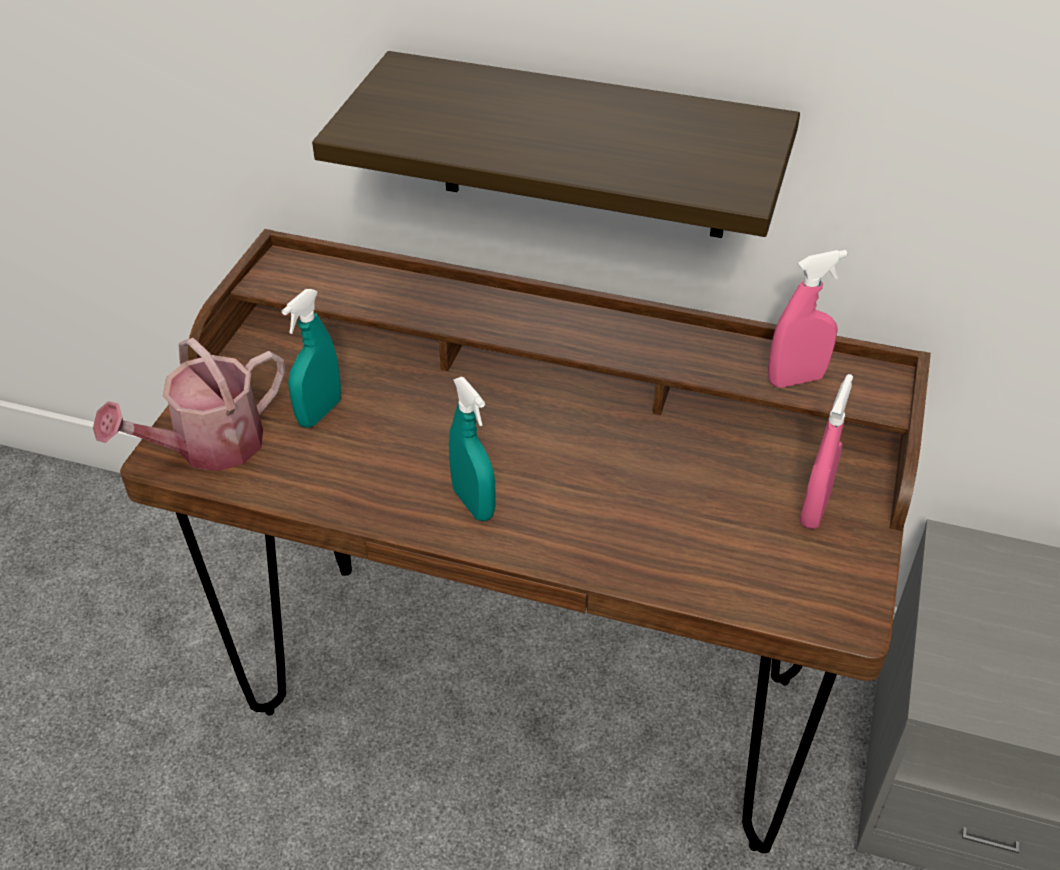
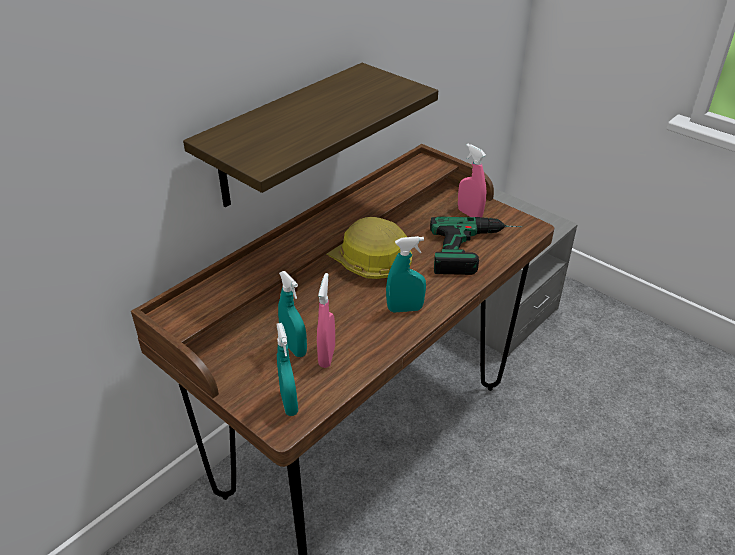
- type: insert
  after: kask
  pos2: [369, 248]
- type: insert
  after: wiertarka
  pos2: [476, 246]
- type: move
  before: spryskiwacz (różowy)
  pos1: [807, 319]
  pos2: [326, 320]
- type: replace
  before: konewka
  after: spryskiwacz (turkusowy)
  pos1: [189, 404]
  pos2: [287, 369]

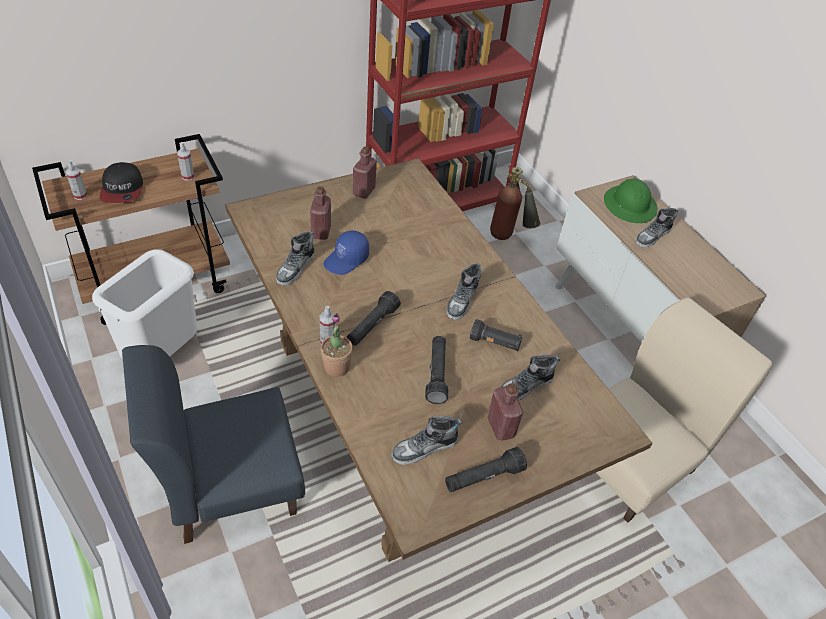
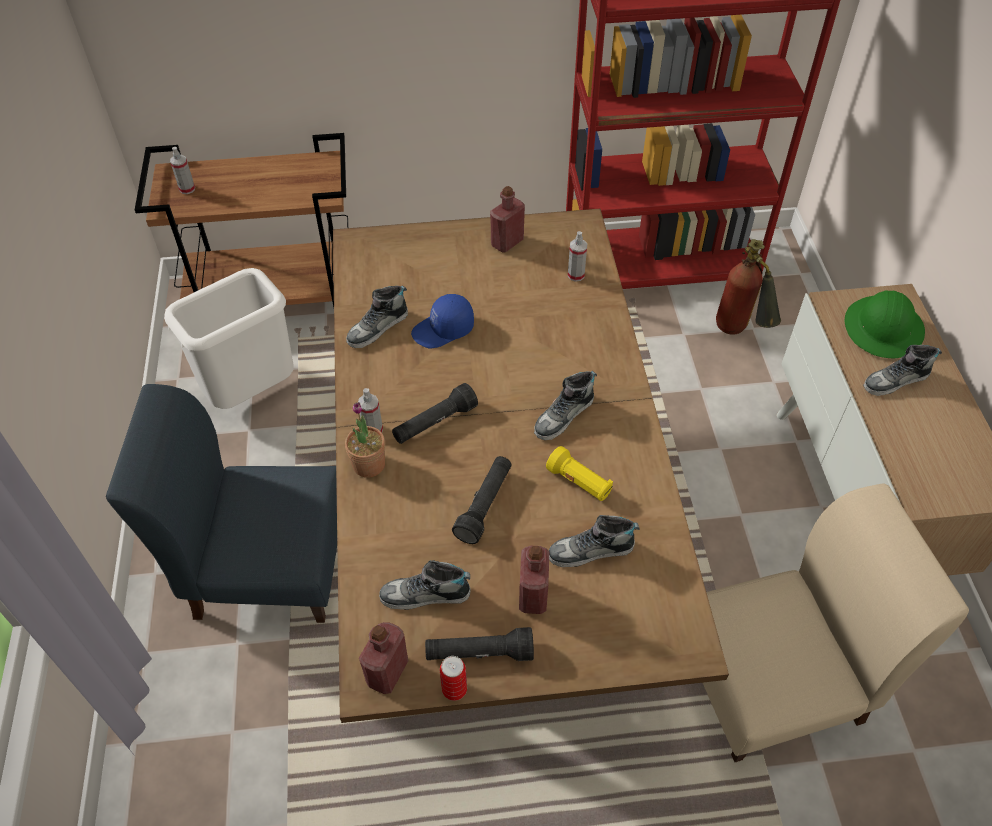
- type: delete
  before: czapka z daszkiem
  pos1: [121, 182]
- type: insert
  after: puszka
  pos2: [453, 678]
- type: move
  before: spryskiwacz
  pos1: [185, 161]
  pos2: [577, 256]
- type: move
  before: butelka (czerwony)
  pos1: [320, 213]
  pos2: [383, 658]
- type: recolor
  before: latarka (czarny)
  after: latarka (żółty)
  pos1: [496, 335]
  pos2: [579, 473]

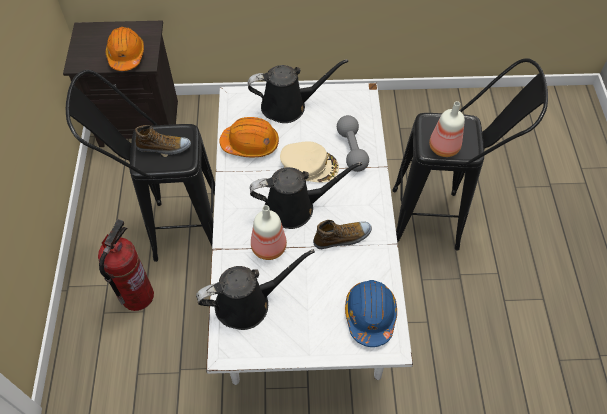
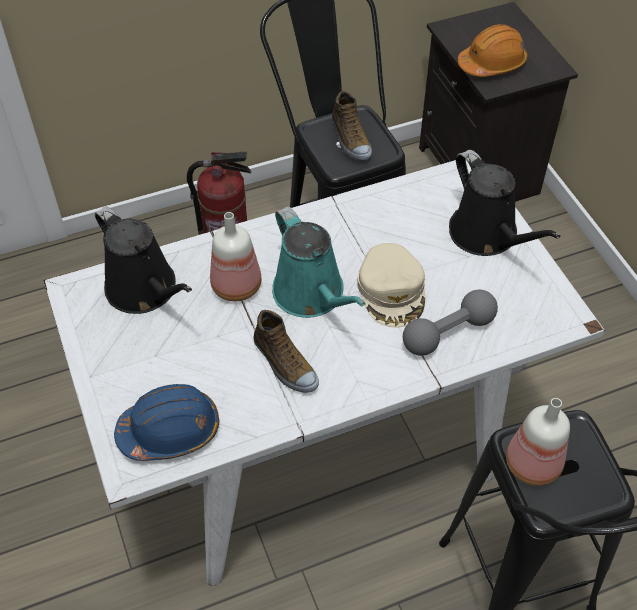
- type: delete
  before: kask (pomarańczowy)
  pos1: [249, 137]
- type: recolor
  before: konewka (czarny)
  after: konewka (turkusowy)
  pos1: [306, 195]
  pos2: [319, 262]

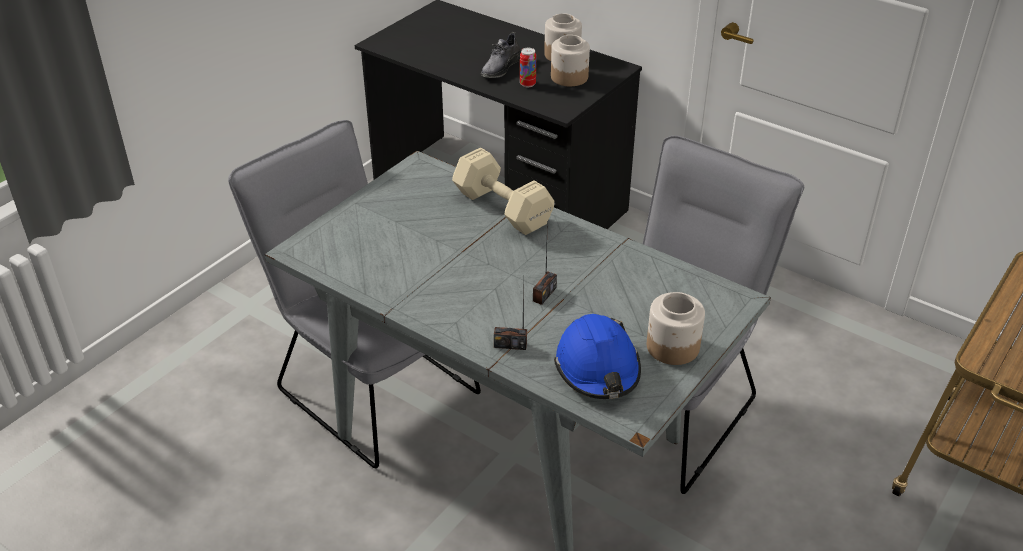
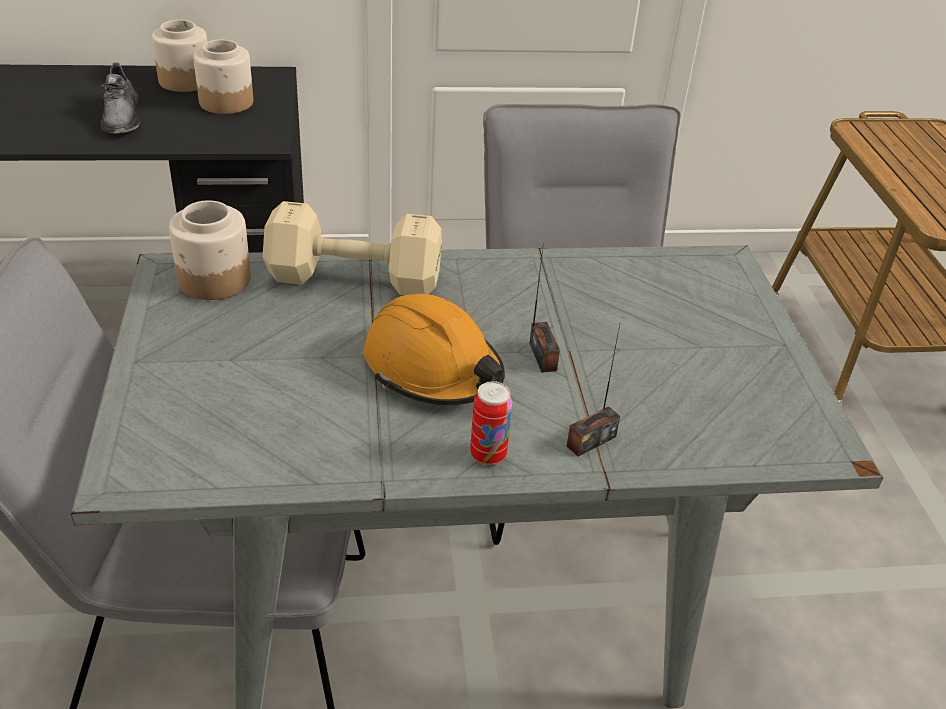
- type: delete
  before: kask (niebieski)
  pos1: [597, 356]
- type: insert
  after: kask (pomarańczowy)
  pos2: [434, 349]
- type: move
  before: puszka
  pos1: [528, 68]
  pos2: [491, 423]
- type: move
  before: słoik
  pos1: [676, 328]
  pos2: [210, 250]

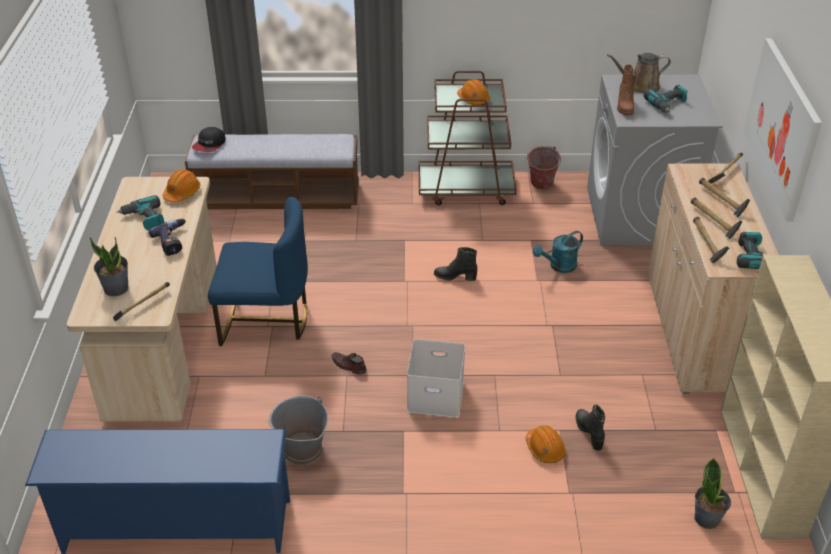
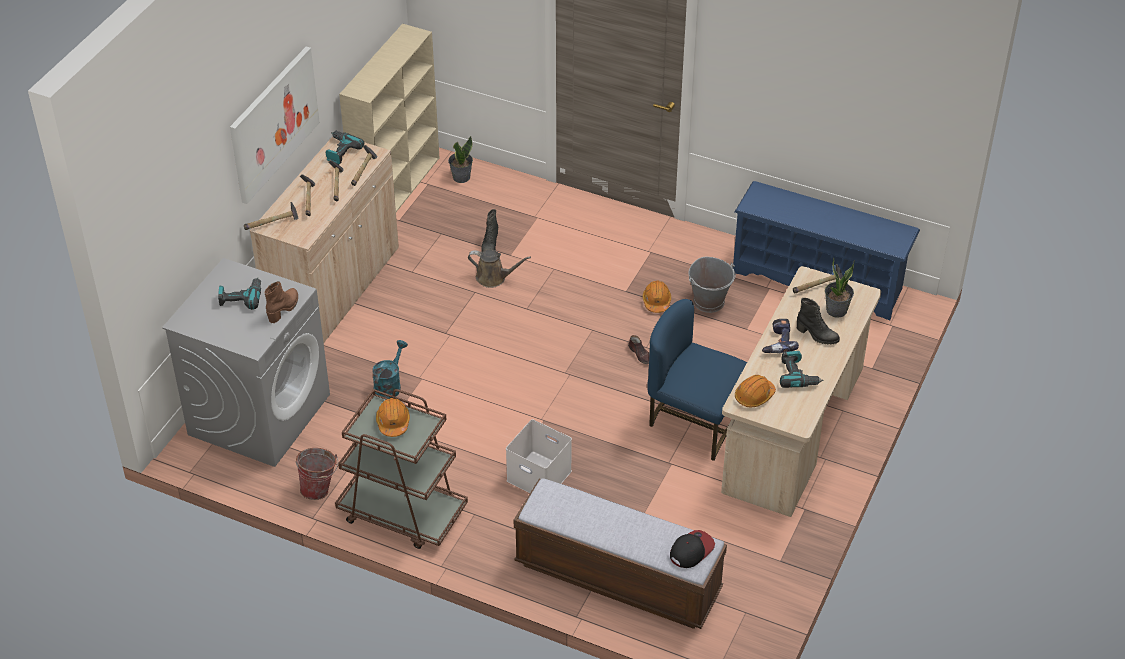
- type: move
  before: pojemnik do przechowywania (biały)
  pos1: [436, 378]
  pos2: [539, 456]
- type: move
  before: but z cholewką (czarny)
  pos1: [455, 264]
  pos2: [818, 321]
- type: move
  before: kask (pomarańczowy)
  pos1: [546, 444]
  pos2: [657, 297]
- type: move
  before: konewka (brązowy)
  pos1: [639, 73]
  pos2: [499, 268]
- type: rotate
  before: konewka (turkusowy)
  pos1: [558, 252]
  pos2: [389, 369]
  turn: -60

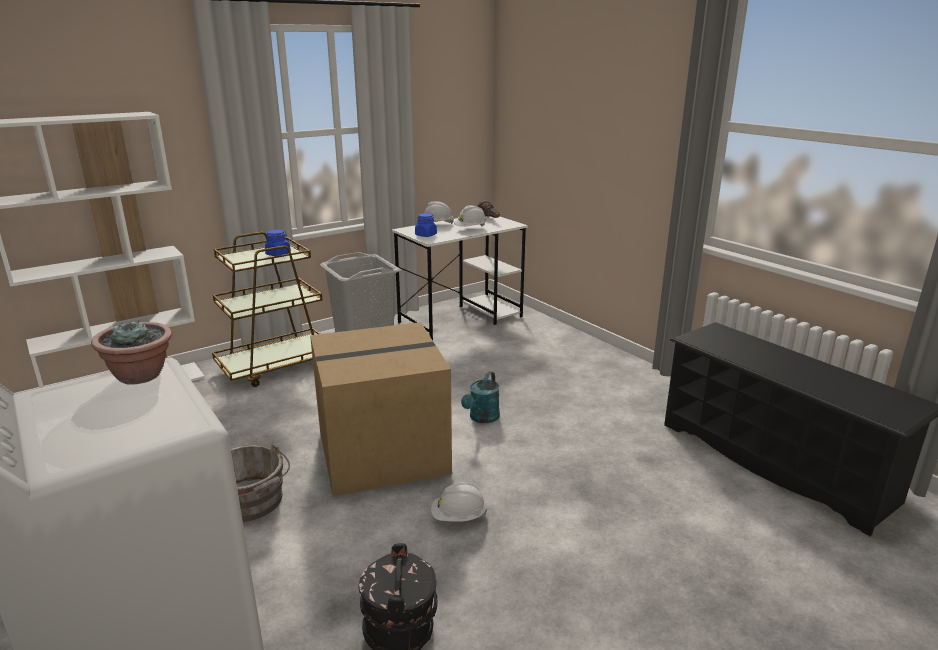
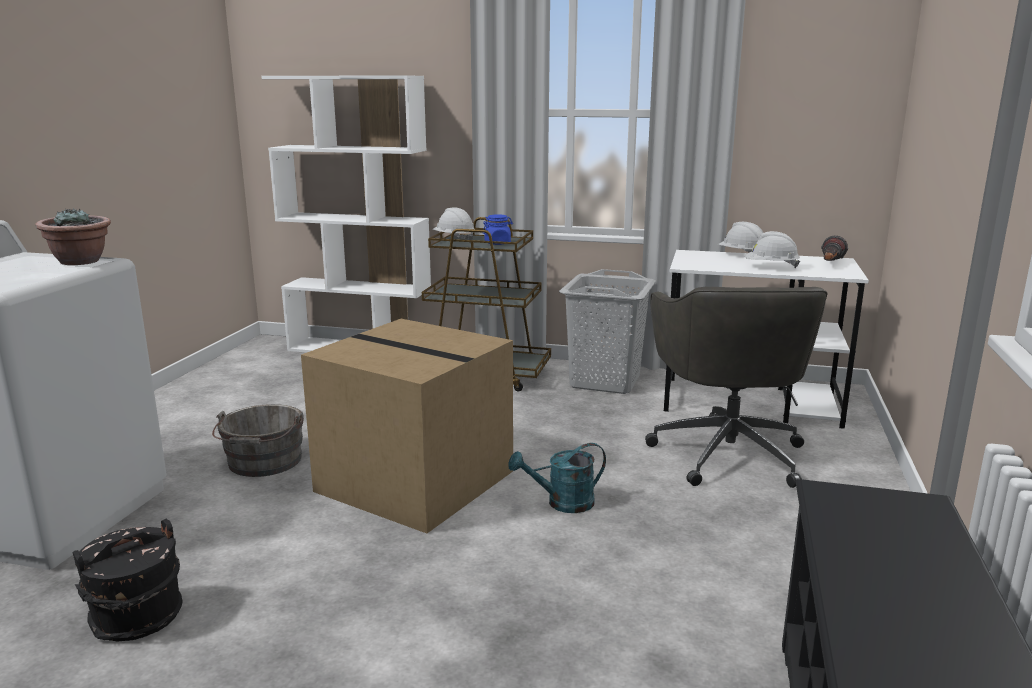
- type: delete
  before: słoik (niebieski)
  pos1: [426, 225]
- type: insert
  after: krzesło biurowe (szary)
  pos2: [736, 387]
- type: move
  before: kask (biały)
  pos1: [459, 502]
  pos2: [453, 223]

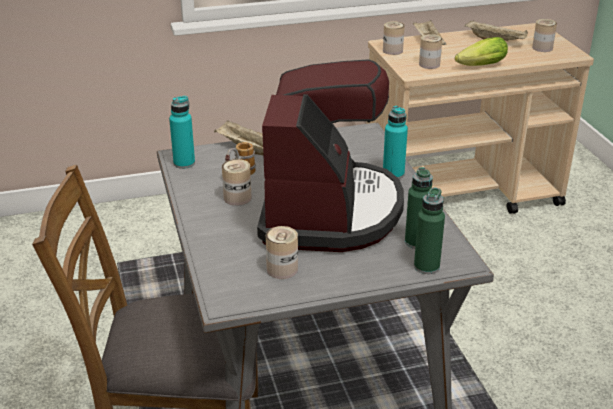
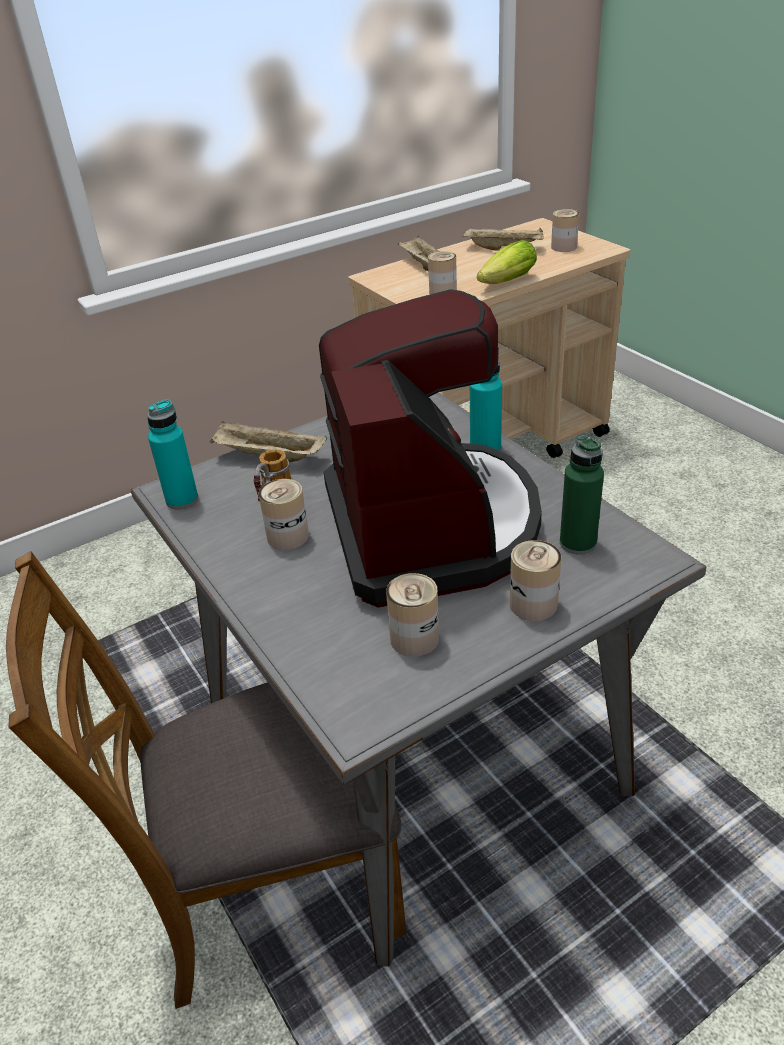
- type: delete
  before: butelka (zielony)
  pos1: [429, 230]
- type: move
  before: puszka
  pos1: [394, 38]
  pos2: [535, 580]

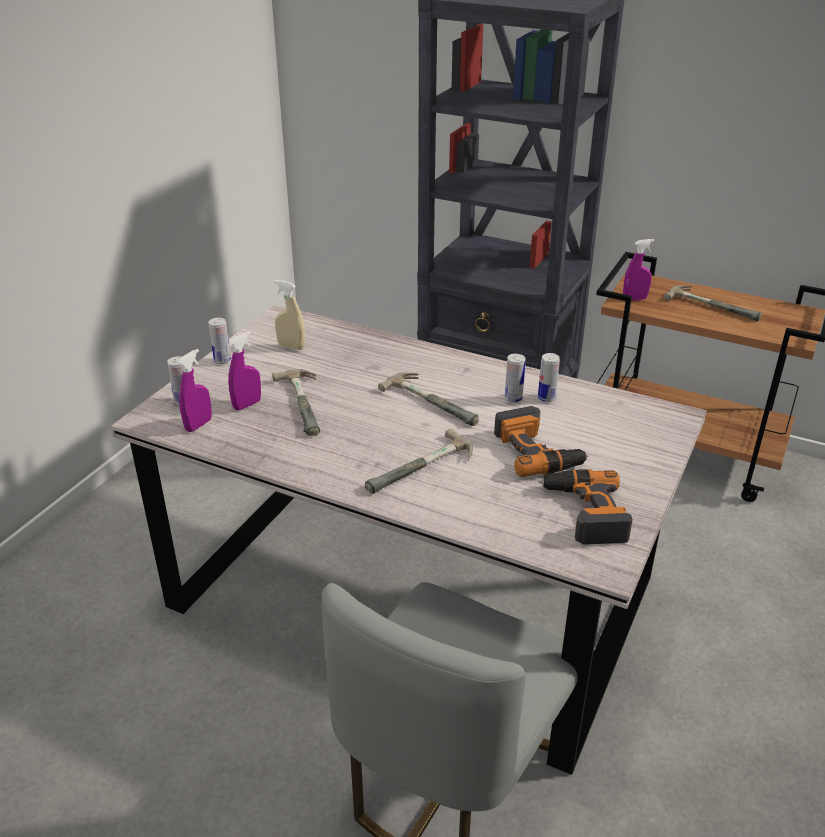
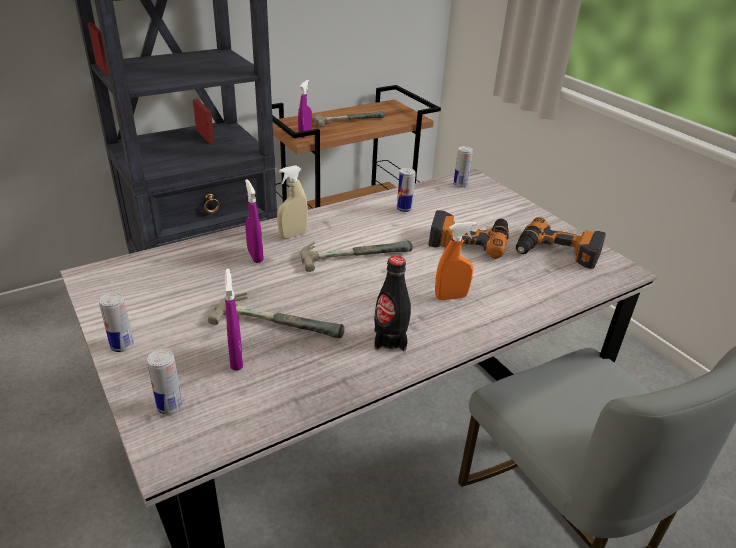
- type: insert
  after: butelka (czarny)
  pos2: [392, 303]
- type: move
  before: spryskiwacz (fioletowy)
  pos1: [195, 390]
  pos2: [254, 221]
- type: move
  before: spryskiwacz (beżowy)
  pos1: [289, 315]
  pos2: [292, 202]
- type: move
  before: puszka
  pos1: [515, 378]
  pos2: [463, 166]
- type: replace
  before: młotek
  after: spryskiwacz (pomarańczowy)
  pos1: [419, 461]
  pos2: [456, 261]

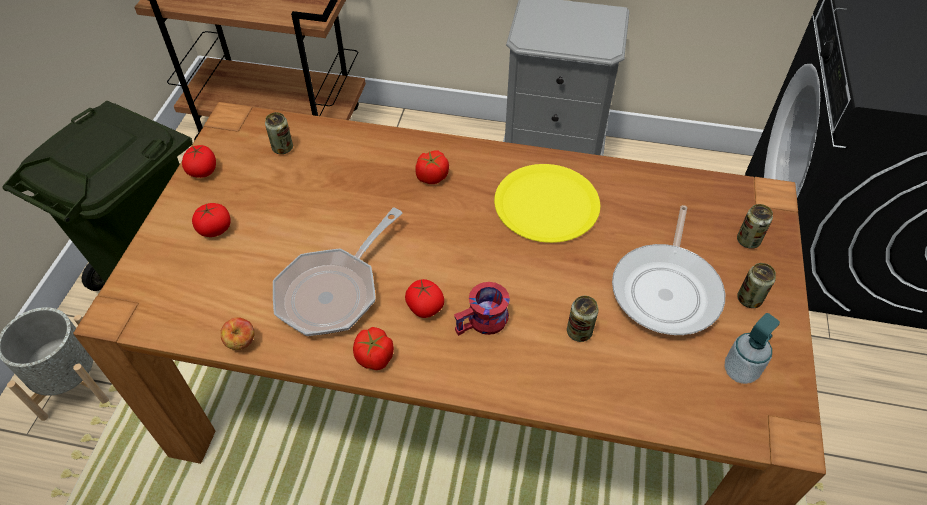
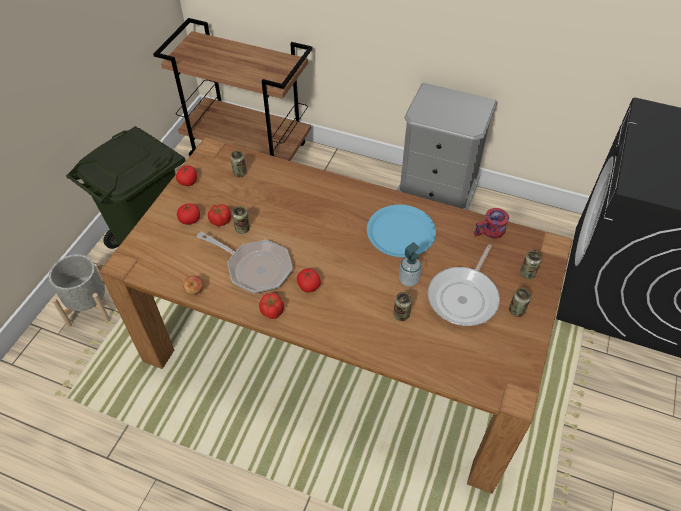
- type: insert
  after: puszka
  pos2: [241, 220]
- type: move
  before: pomidor
  pos1: [432, 167]
  pos2: [219, 215]
- type: move
  before: kubek (czerwony)
  pos1: [482, 309]
  pos2: [491, 223]
- type: move
  before: dozownik mydła
  pos1: [752, 348]
  pos2: [410, 264]
- type: recolor
  before: talerz (żółty)
  after: talerz (niebieski)
  pos1: [547, 203]
  pos2: [401, 231]
- type: rotate
  before: patelnia
  pos1: [338, 272]
  pos2: [245, 262]
  turn: -105

